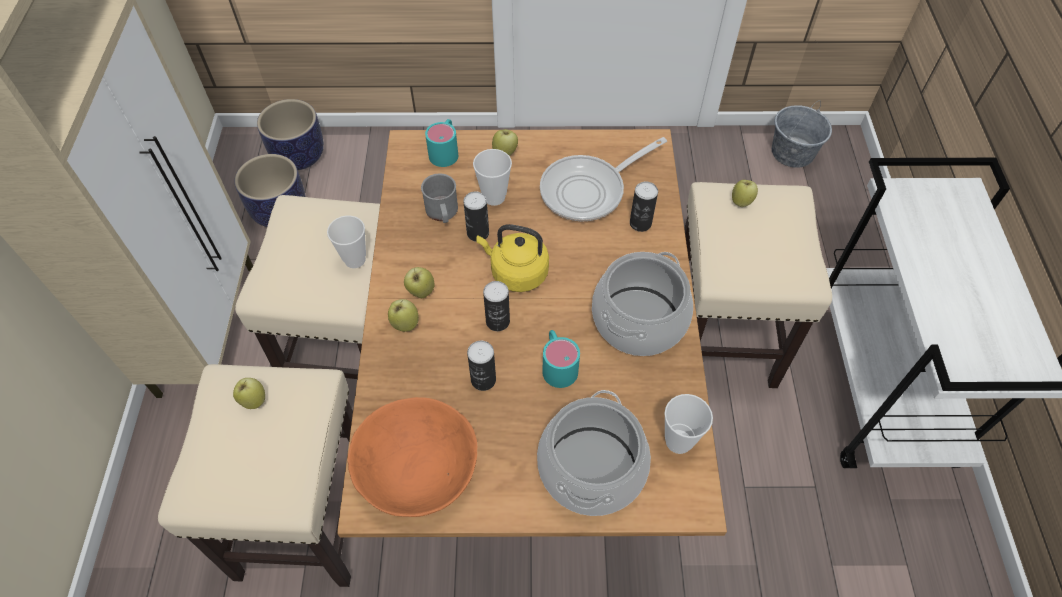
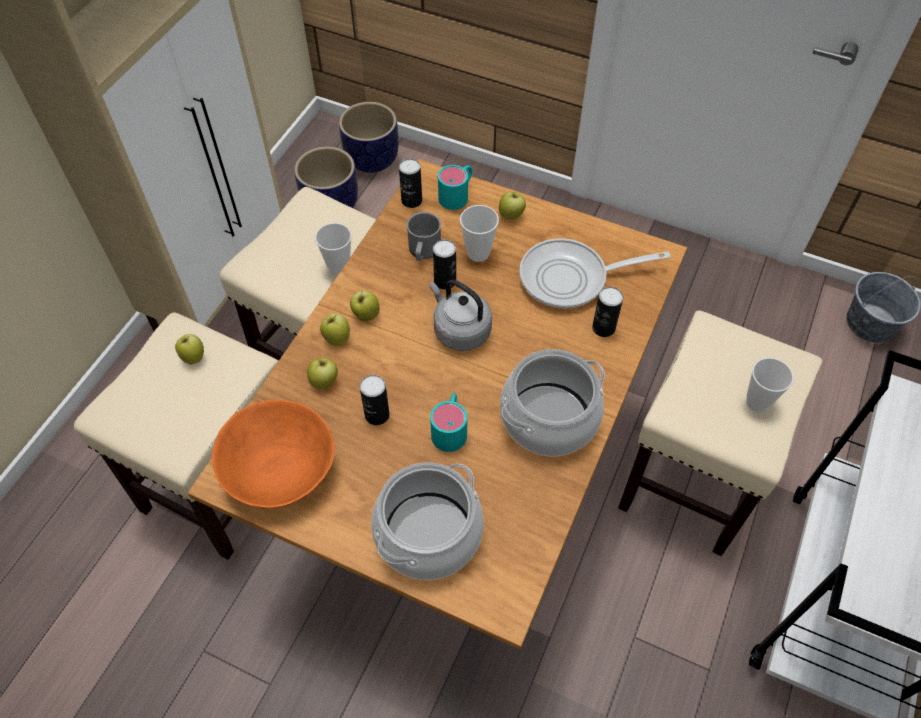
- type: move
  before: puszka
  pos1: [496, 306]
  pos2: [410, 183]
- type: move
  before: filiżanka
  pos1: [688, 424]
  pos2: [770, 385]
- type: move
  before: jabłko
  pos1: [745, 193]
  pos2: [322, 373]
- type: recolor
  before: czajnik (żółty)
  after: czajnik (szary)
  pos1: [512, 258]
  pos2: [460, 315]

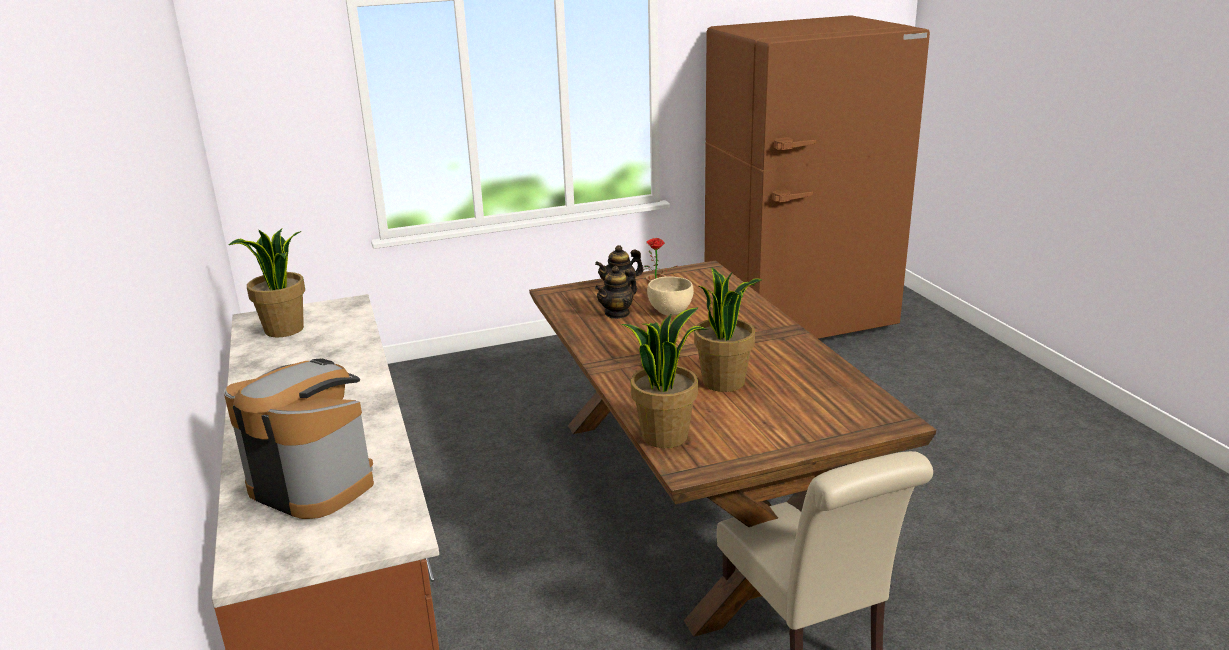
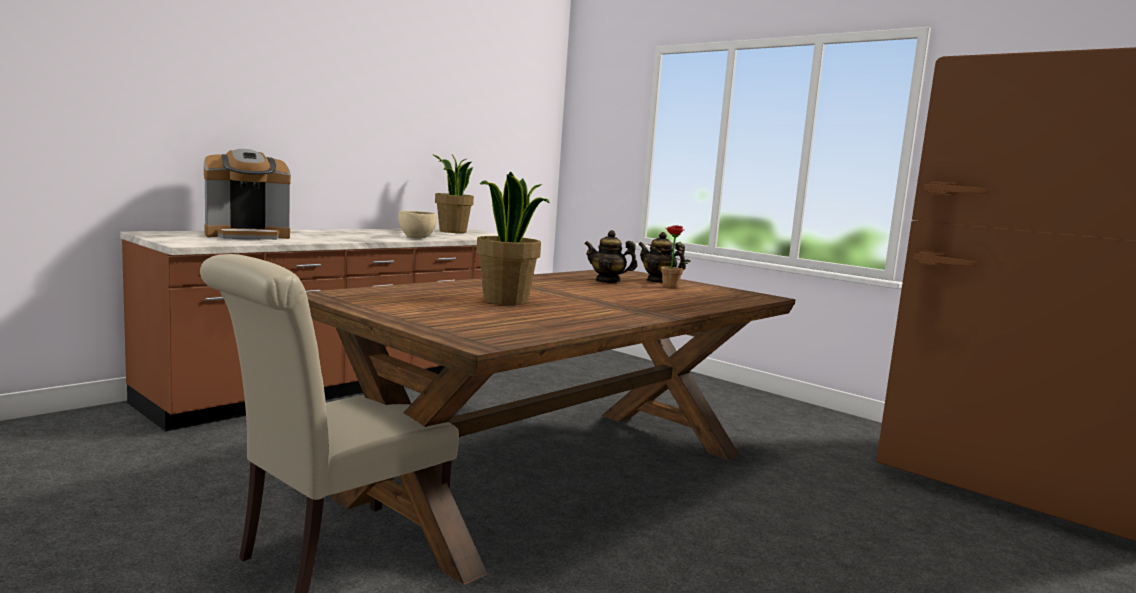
- type: delete
  before: roślina doniczkowa
  pos1: [665, 377]
- type: move
  before: miska (beżowy)
  pos1: [670, 296]
  pos2: [417, 224]
- type: rotate
  before: ekspres do kawy
  pos1: [299, 439]
  pos2: [247, 194]
  turn: 60

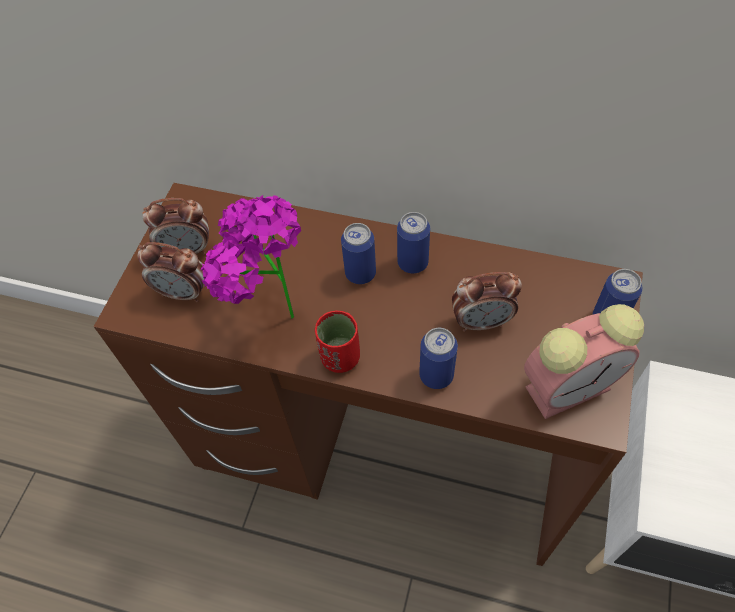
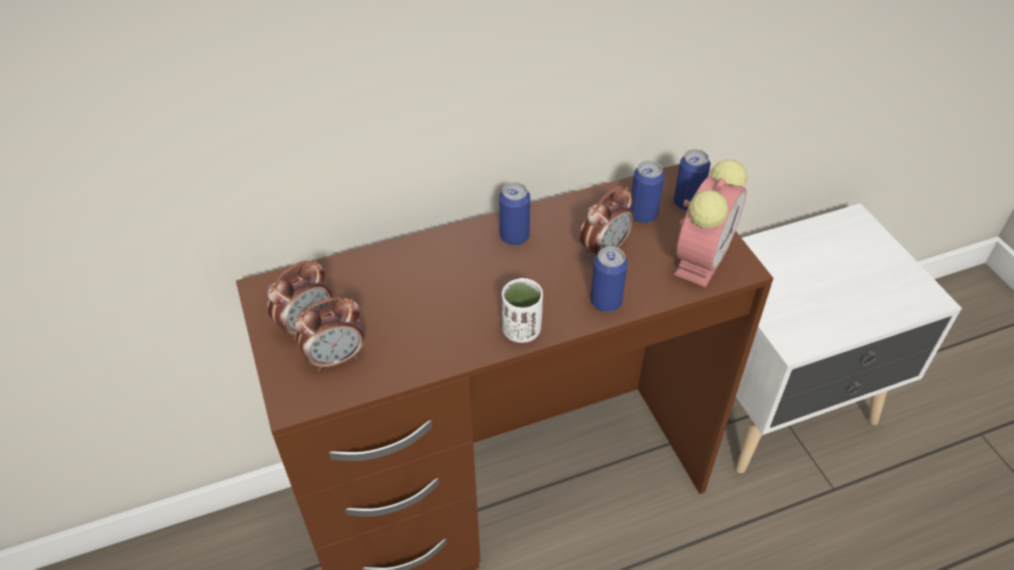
- type: delete
  before: roślina doniczkowa
  pos1: [251, 257]
- type: move
  before: puszka
  pos1: [358, 253]
  pos2: [647, 191]
- type: recolor
  before: filiżanka (czerwony)
  after: filiżanka (biały)
  pos1: [337, 342]
  pos2: [522, 310]

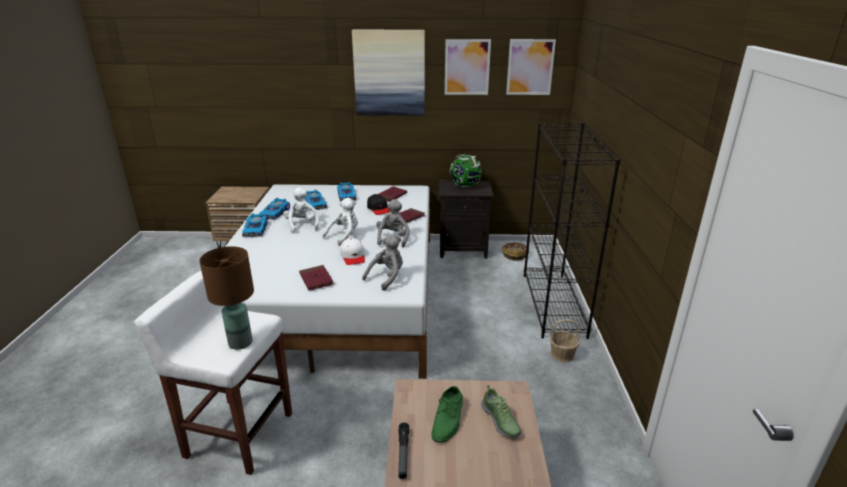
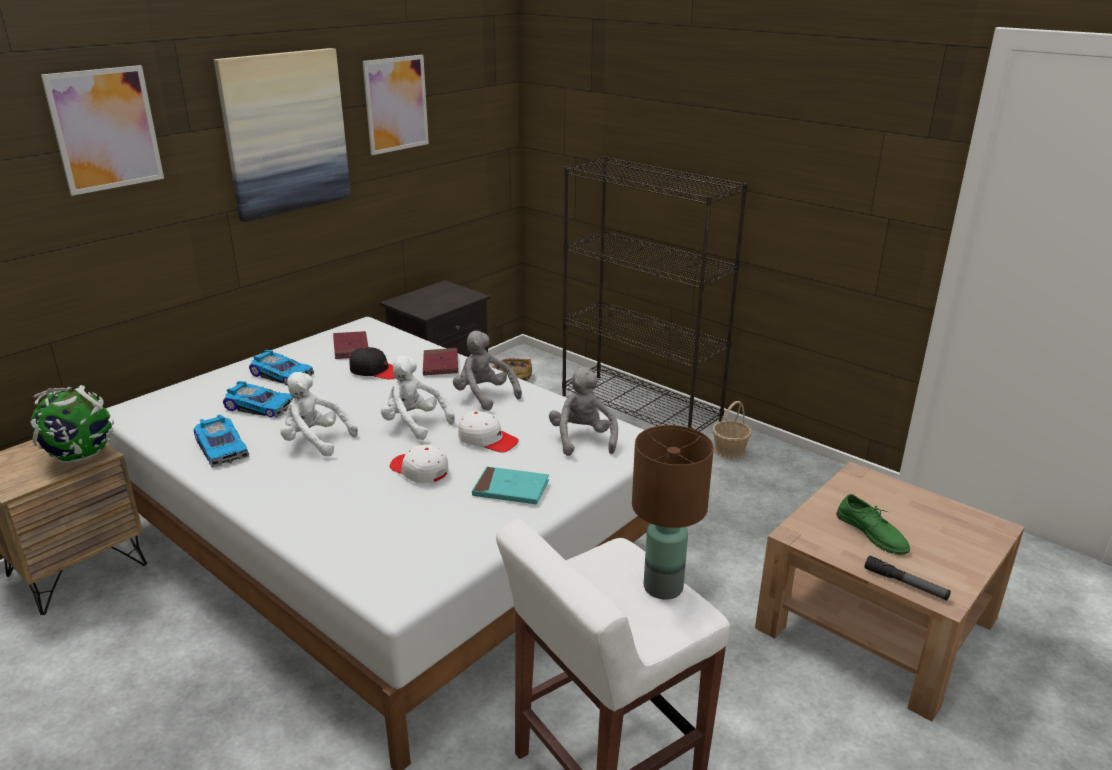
- type: delete
  before: samochodzik
  pos1: [255, 225]
- type: delete
  before: but
  pos1: [501, 411]
- type: insert
  after: czapka z daszkiem (biały)
  pos2: [419, 463]
- type: move
  before: globus
  pos1: [465, 171]
  pos2: [72, 424]
- type: move
  before: obraz
  pos1: [531, 67]
  pos2: [102, 130]
- type: recolor
  before: książka (czerwony)
  after: książka (turkusowy)
  pos1: [316, 278]
  pos2: [510, 485]
- type: rotate
  before: pluszak (biały)
  pos1: [340, 222]
  pos2: [418, 398]
  turn: -45

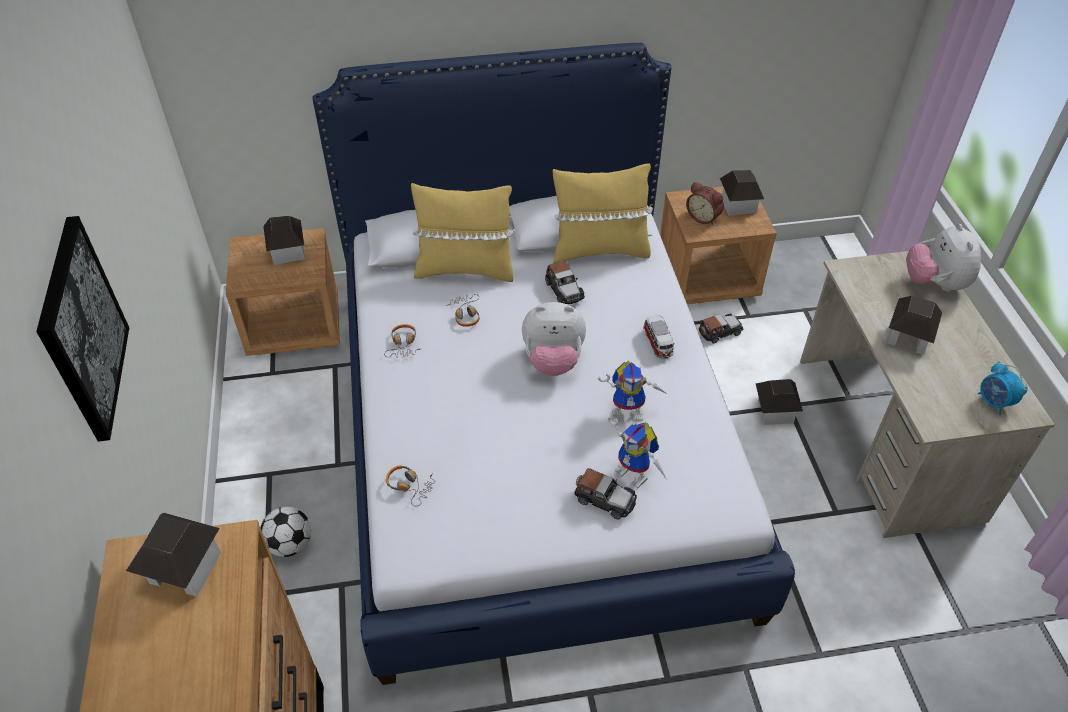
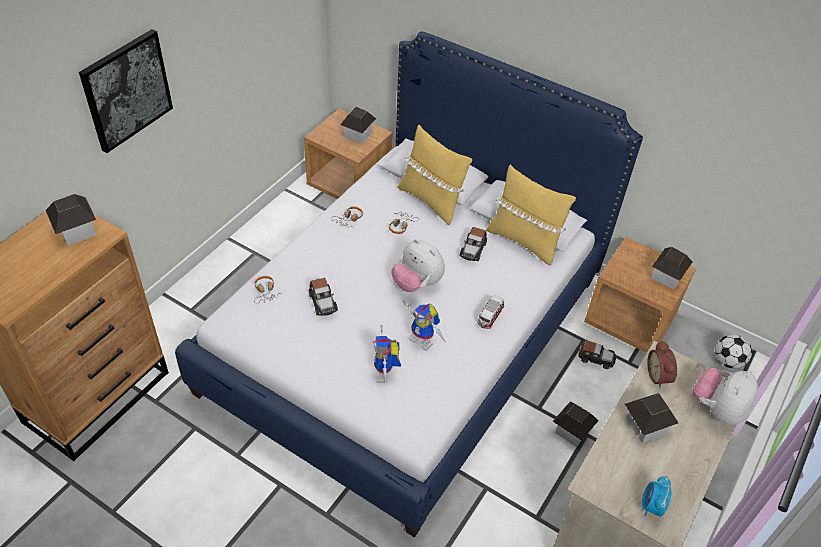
- type: move
  before: piłka futbolowa
  pos1: [286, 532]
  pos2: [733, 351]
- type: move
  before: samochodzik
  pos1: [605, 493]
  pos2: [323, 297]
- type: move
  before: budzik
  pos1: [705, 203]
  pos2: [662, 364]

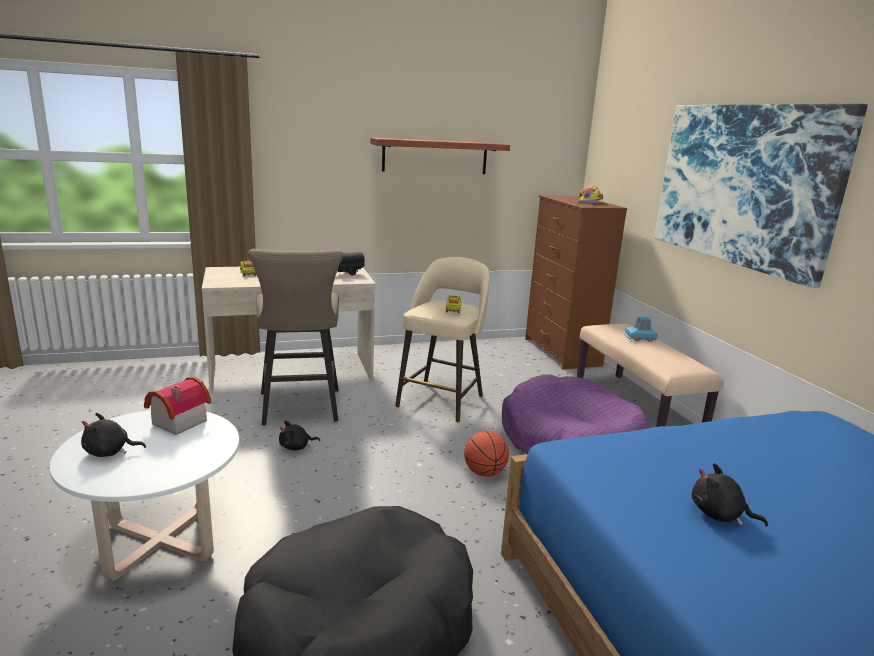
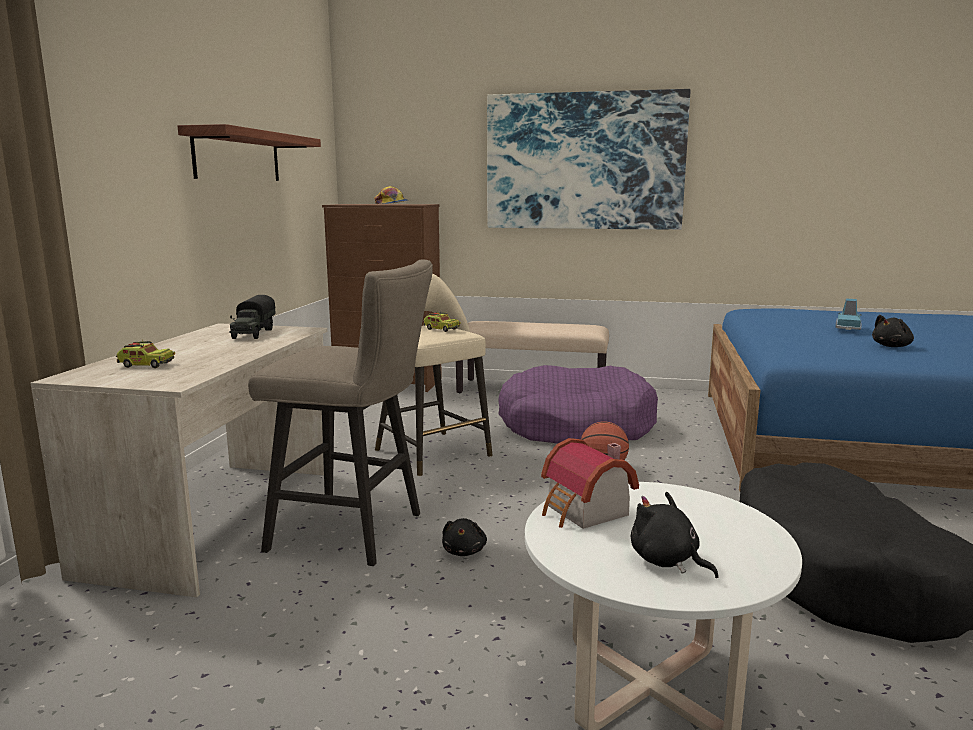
- type: move
  before: samochodzik (niebieski)
  pos1: [641, 329]
  pos2: [849, 314]
- type: rotate
  before: pluszak (czarny)
  pos1: [113, 435]
  pos2: [675, 535]
  turn: 120

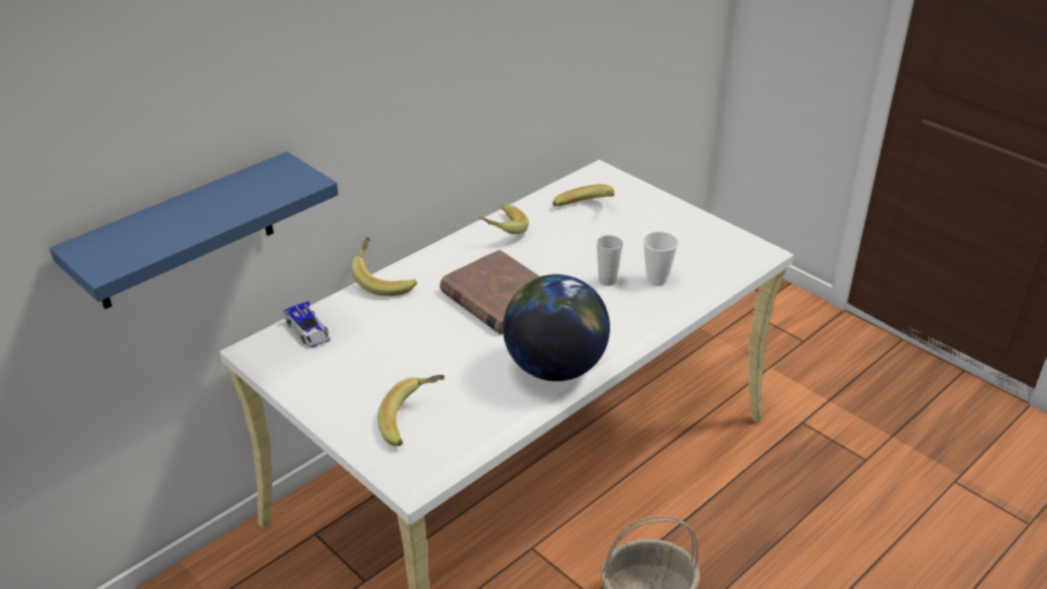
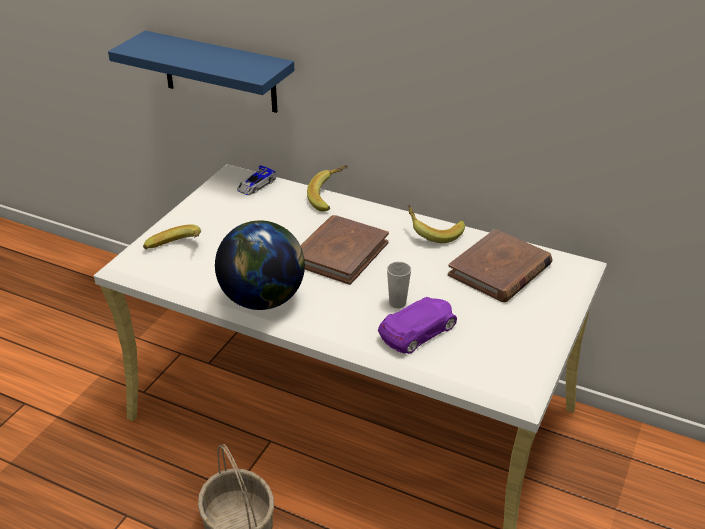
- type: replace
  before: banan
  after: książka (brązowy)
  pos1: [583, 195]
  pos2: [500, 265]
- type: replace
  before: filiżanka
  after: samochodzik (fioletowy)
  pos1: [660, 258]
  pos2: [417, 325]

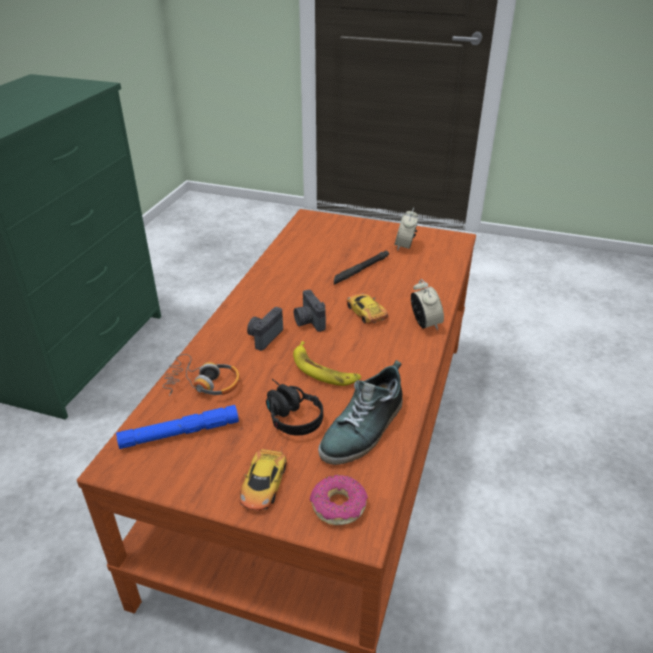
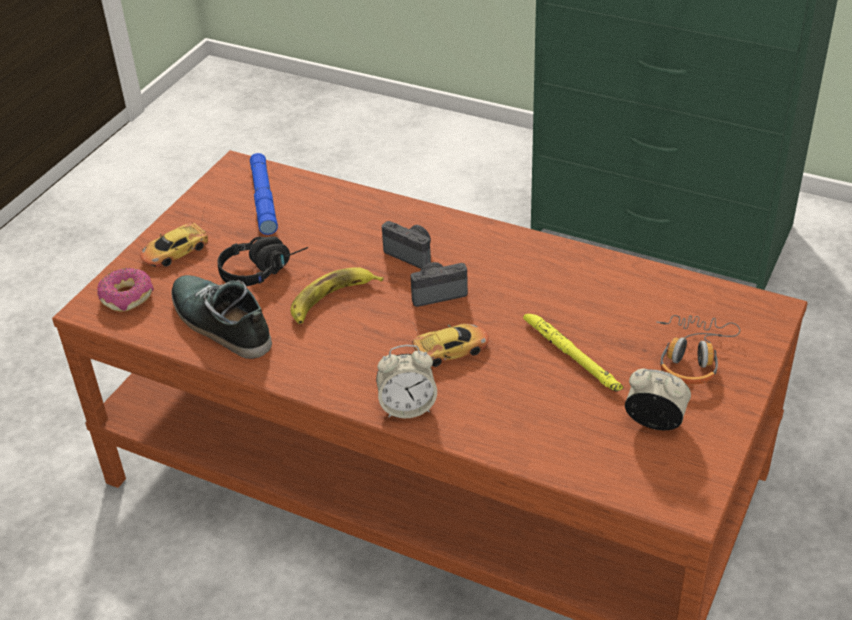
- type: move
  before: słuchawki
  pos1: [201, 375]
  pos2: [698, 349]
- type: recolor
  before: latarka (czarny)
  after: latarka (żółty)
  pos1: [361, 267]
  pos2: [573, 353]
- type: rotate
  before: samochodzik
  pos1: [263, 473]
  pos2: [174, 237]
  turn: -60

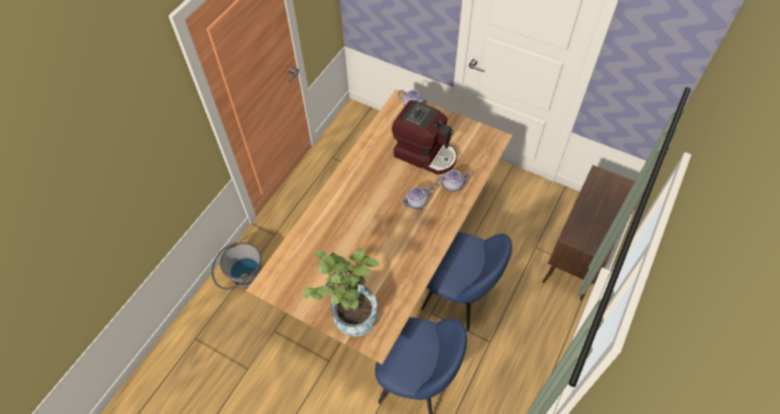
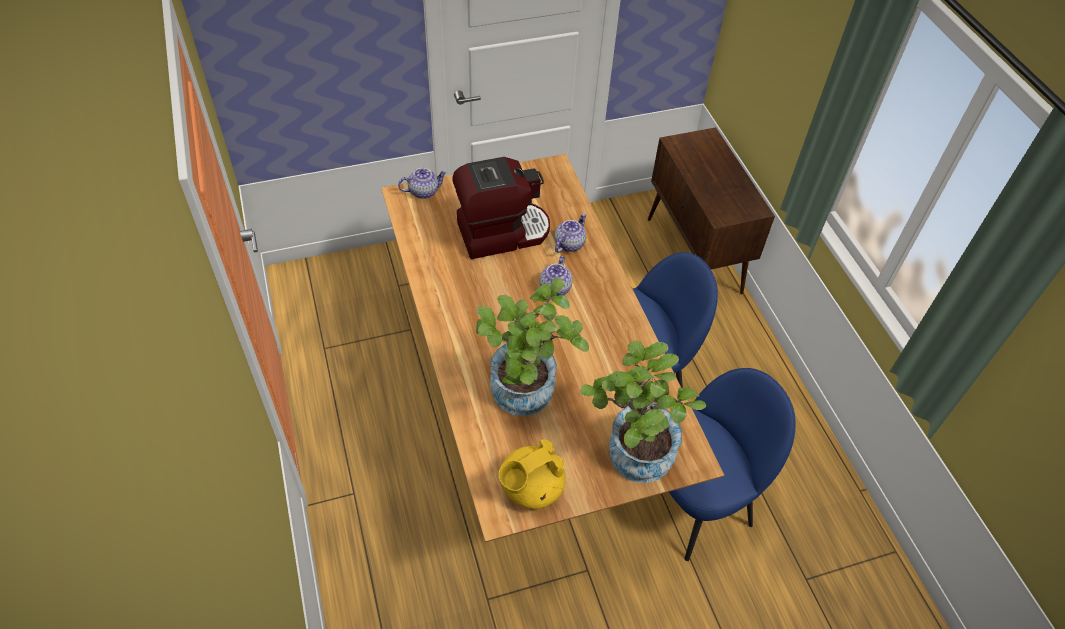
- type: delete
  before: wiadro (szary)
  pos1: [236, 266]
- type: insert
  after: roślina doniczkowa
  pos2: [532, 347]
- type: insert
  after: imbryk (żółty)
  pos2: [532, 474]

